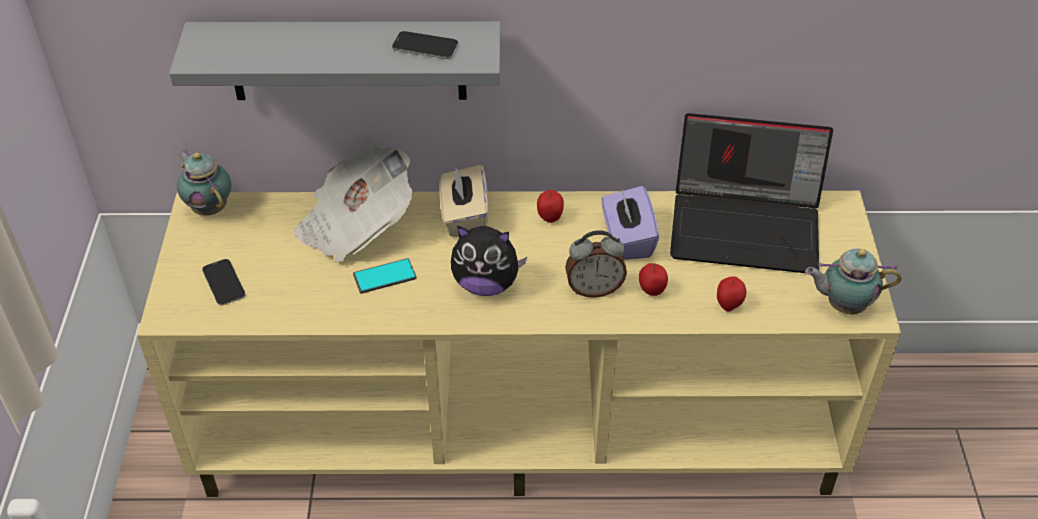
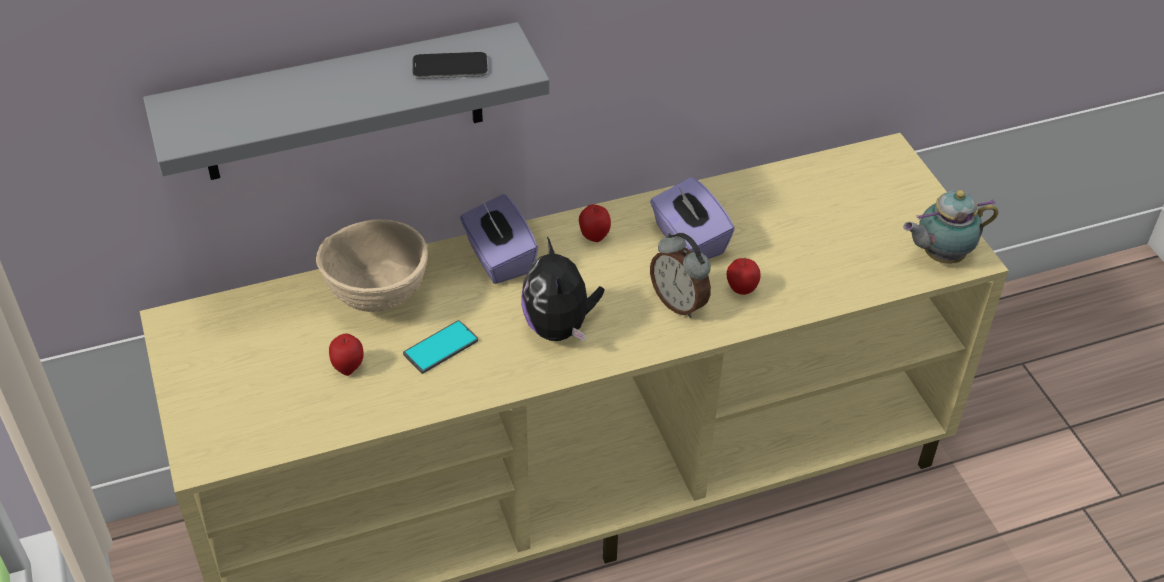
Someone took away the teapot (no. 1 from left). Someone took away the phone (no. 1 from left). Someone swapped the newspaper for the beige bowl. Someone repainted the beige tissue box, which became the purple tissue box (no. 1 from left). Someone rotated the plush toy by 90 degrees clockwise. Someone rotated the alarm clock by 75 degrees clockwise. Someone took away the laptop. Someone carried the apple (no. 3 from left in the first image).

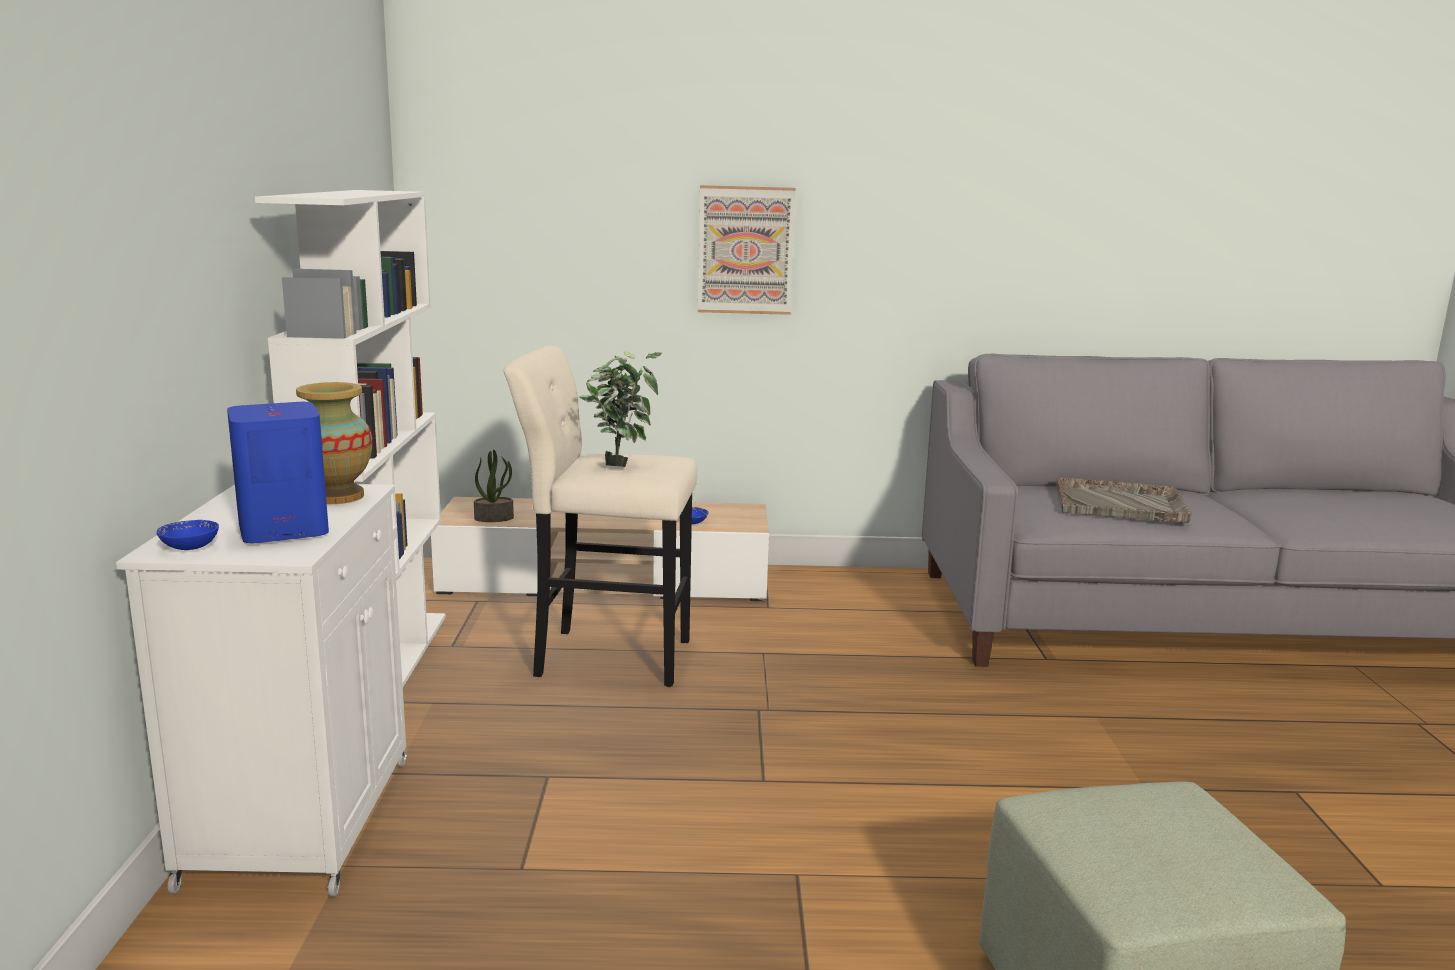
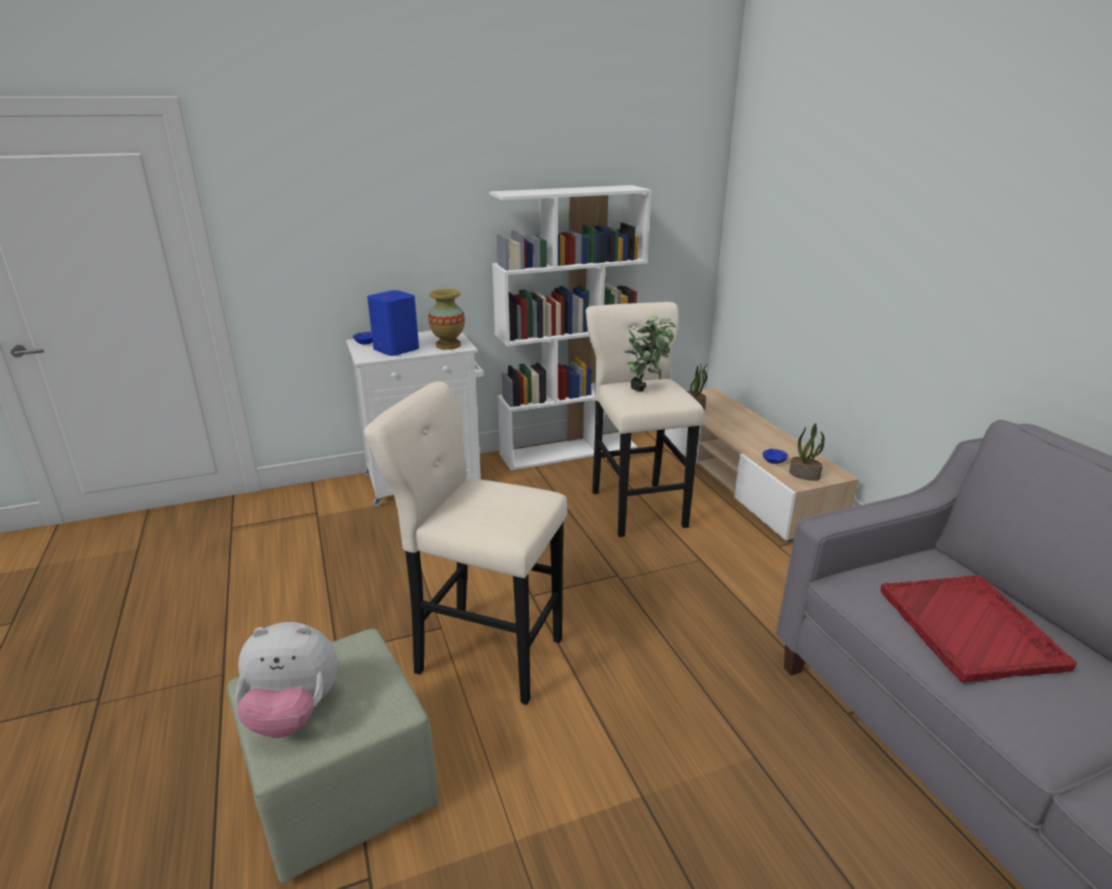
Someone took away the picture. Someone repainted the grey tray, which became the red tray. Someone put down the plush toy. Someone put down the beige stool (no. 1 from left). Someone put down the potted plant (no. 3 from left).

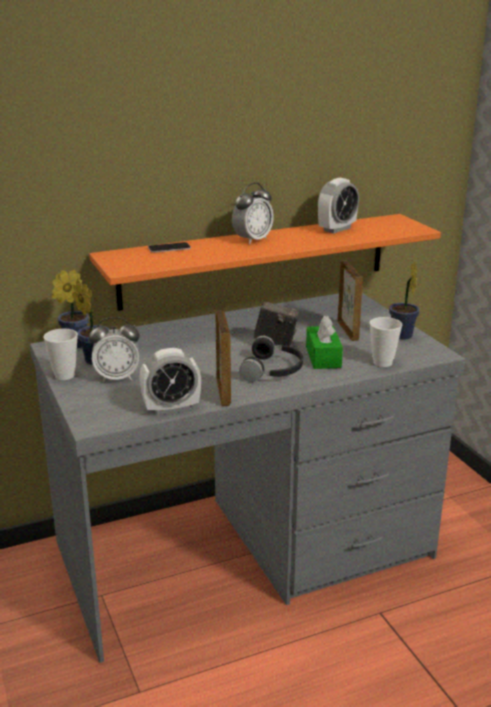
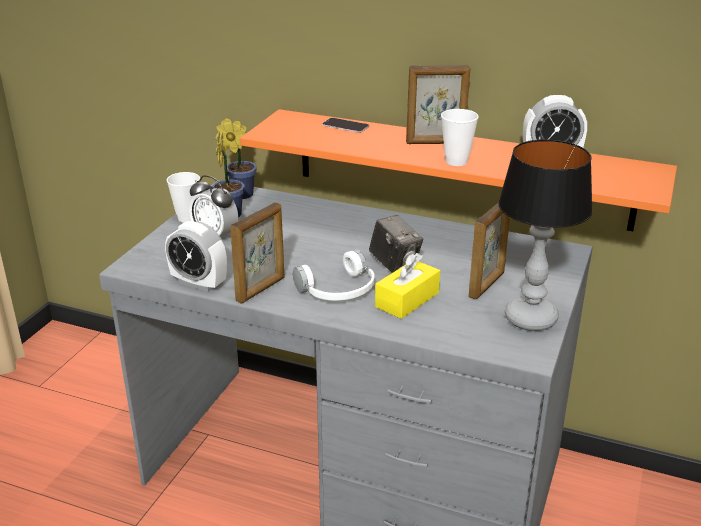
Someone swapped the alarm clock (no. 3 from left) for the picture frame (no. 2 from left). Someone repainted the black headphones, which became the white headphones. Someone repainted the green tissue box, which became the yellow tissue box. Someone carried the cup (no. 2 from left). Someone swapped the potted plant (no. 3 from left) for the table lamp.

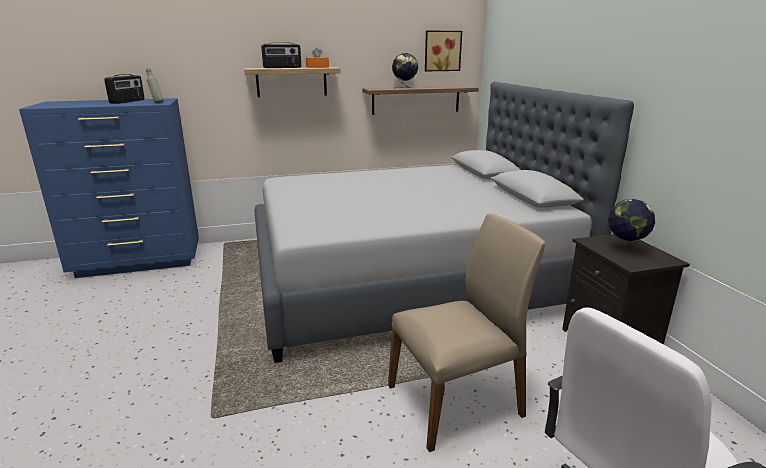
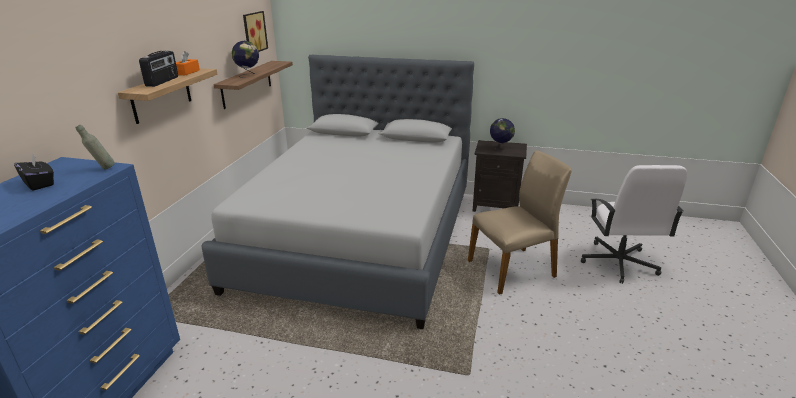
Someone swapped the radio (no. 1 from left) for the black tissue box. Someone rotated the beige chair by 60 degrees clockwise.

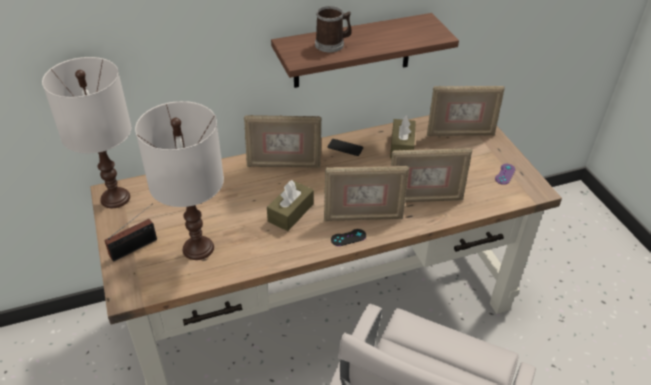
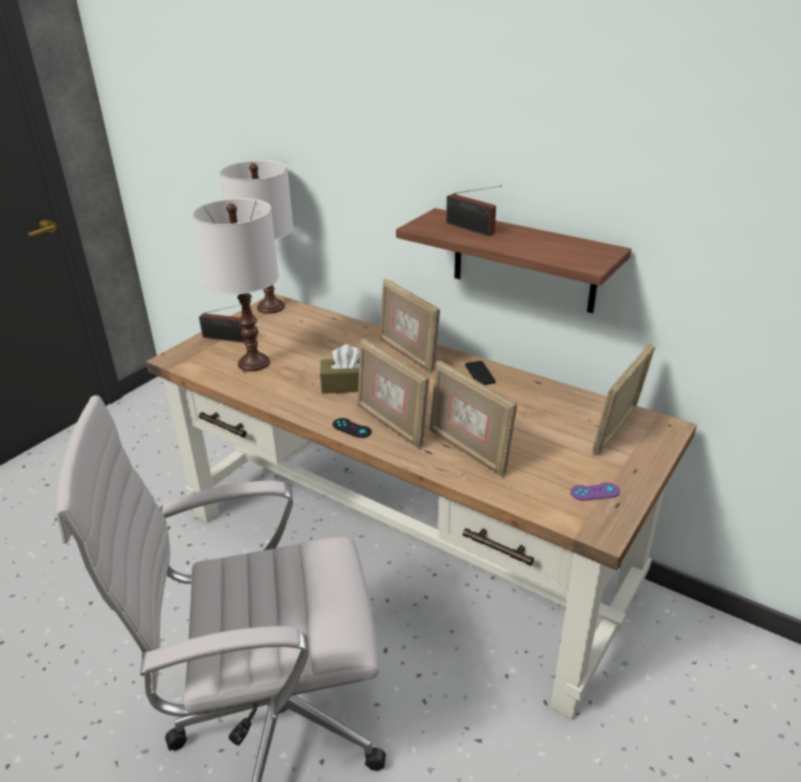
Someone swapped the mug for the radio (no. 2 from left). Someone took away the brown tissue box (no. 2 from left). Someone rotated the picture frame (no. 4 from left) by 75 degrees clockwise.

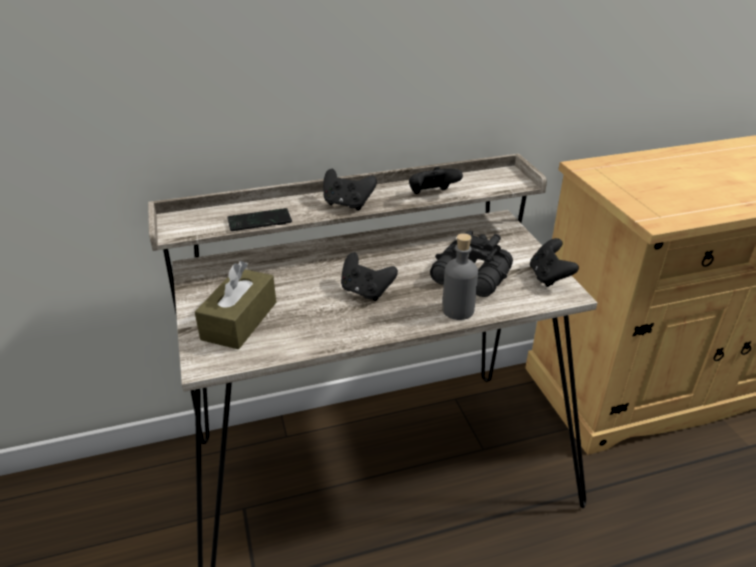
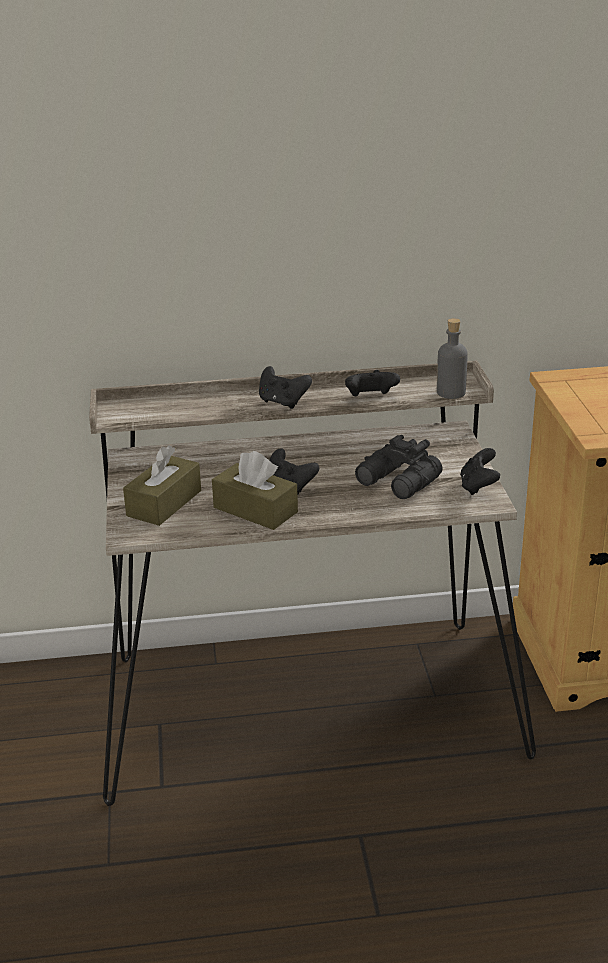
Someone took away the phone. Someone carried the grey bottle. Someone put down the brown tissue box (no. 2 from left).

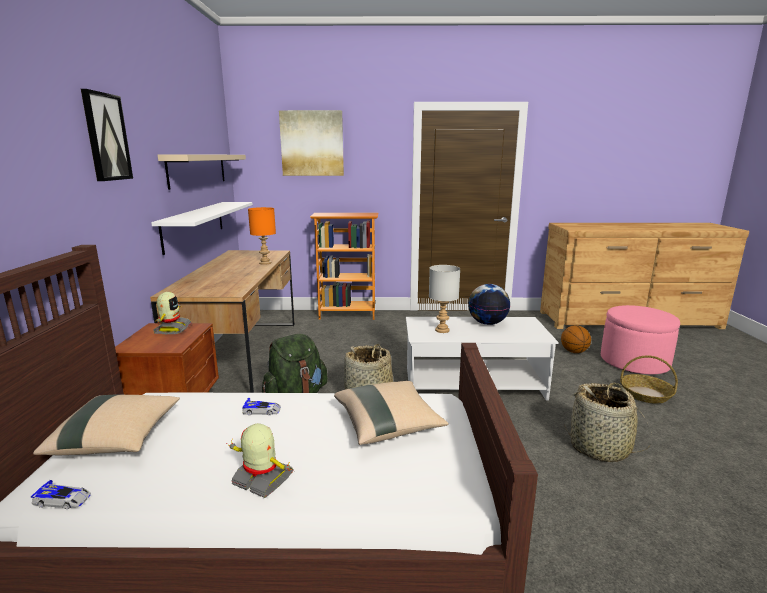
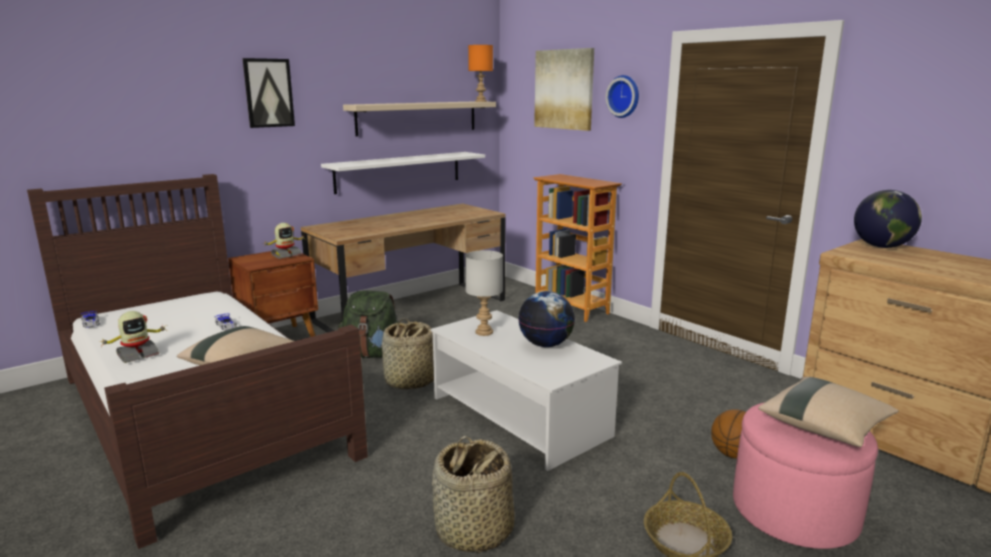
Someone carried the beige pillow (no. 1 from left in the first image). Someone rotated the toy robot (no. 2 from left in the first image) by 60 degrees clockwise. Someone carried the orange table lamp. Someone put up the wall clock. Someone put down the globe (no. 2 from left).

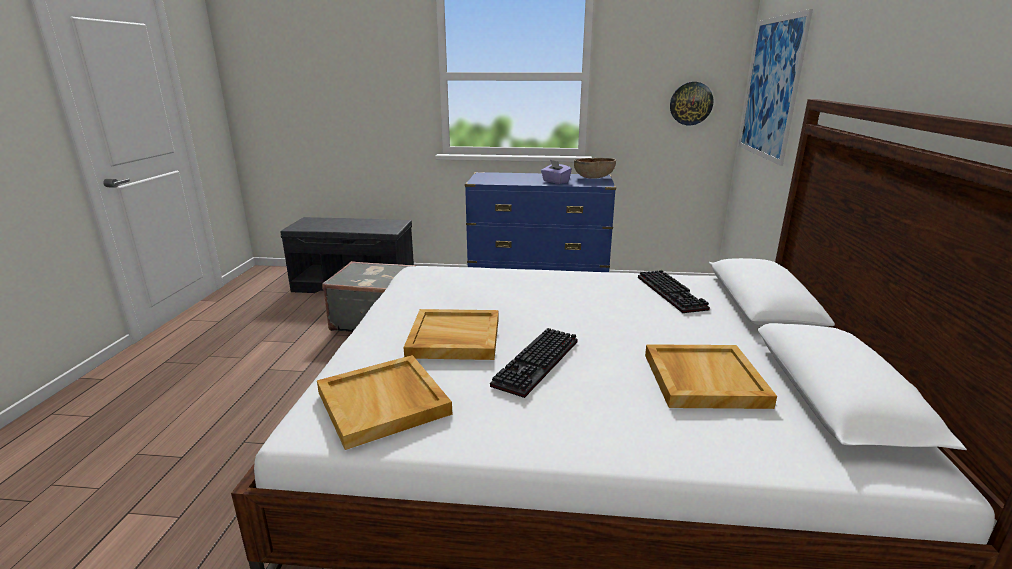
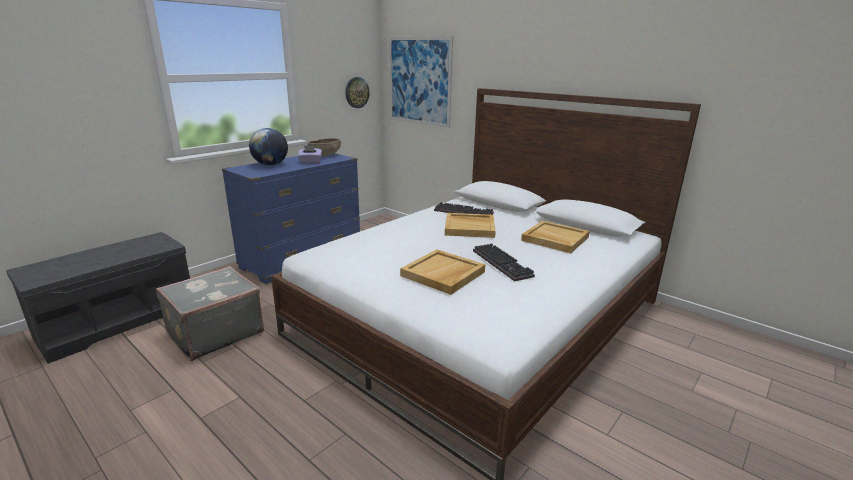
Someone carried the beige tray (no. 1 from left in the first image). Someone put down the globe.

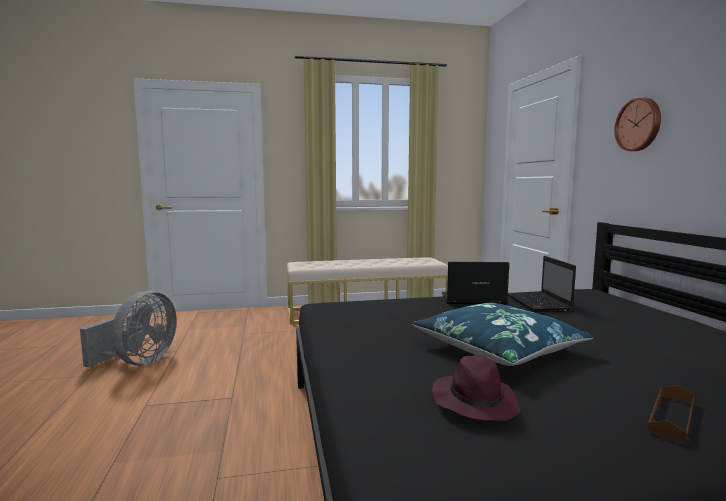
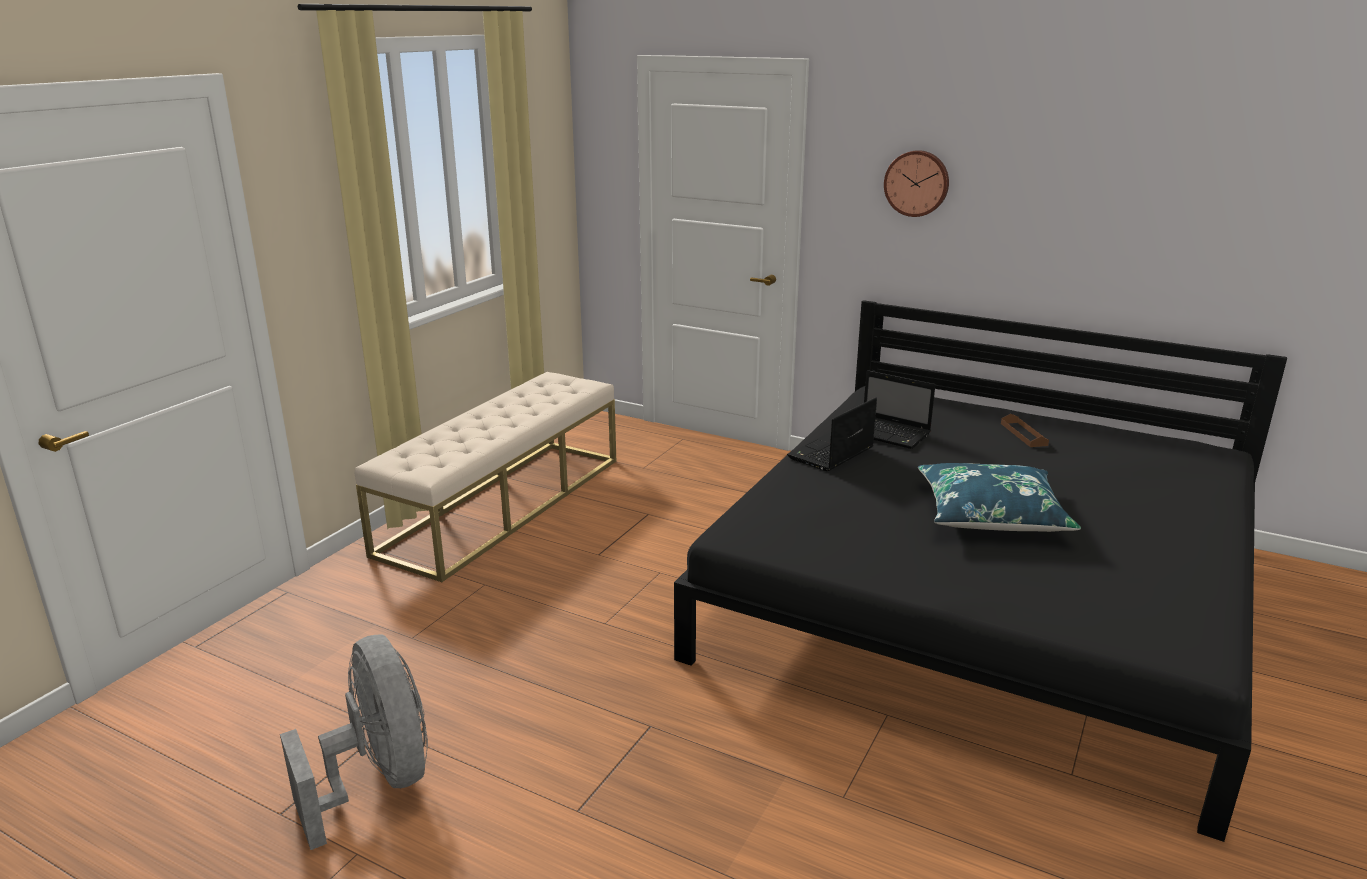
Someone took away the purple hat. Someone carried the brown tray.

